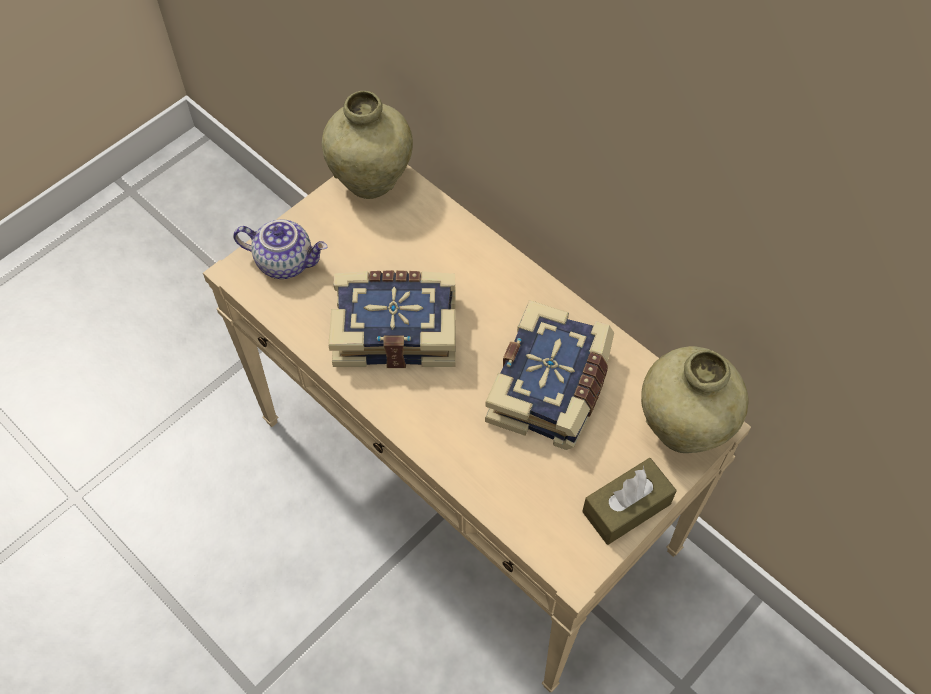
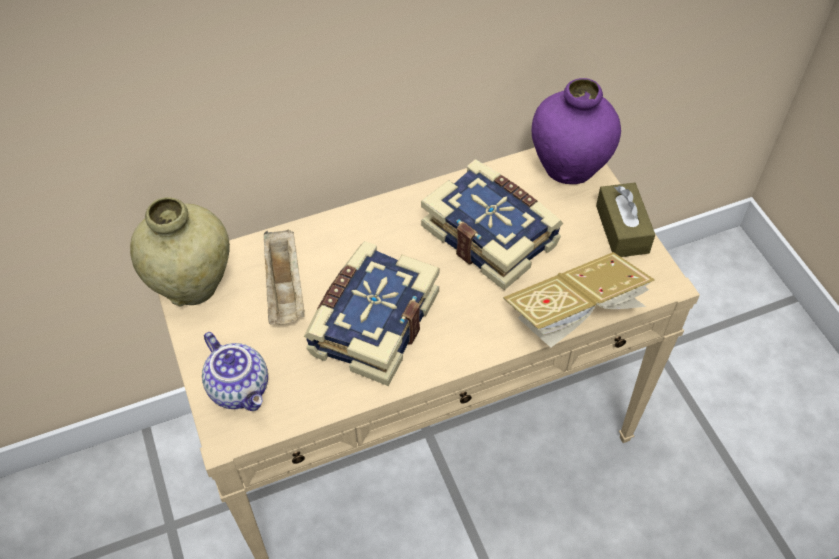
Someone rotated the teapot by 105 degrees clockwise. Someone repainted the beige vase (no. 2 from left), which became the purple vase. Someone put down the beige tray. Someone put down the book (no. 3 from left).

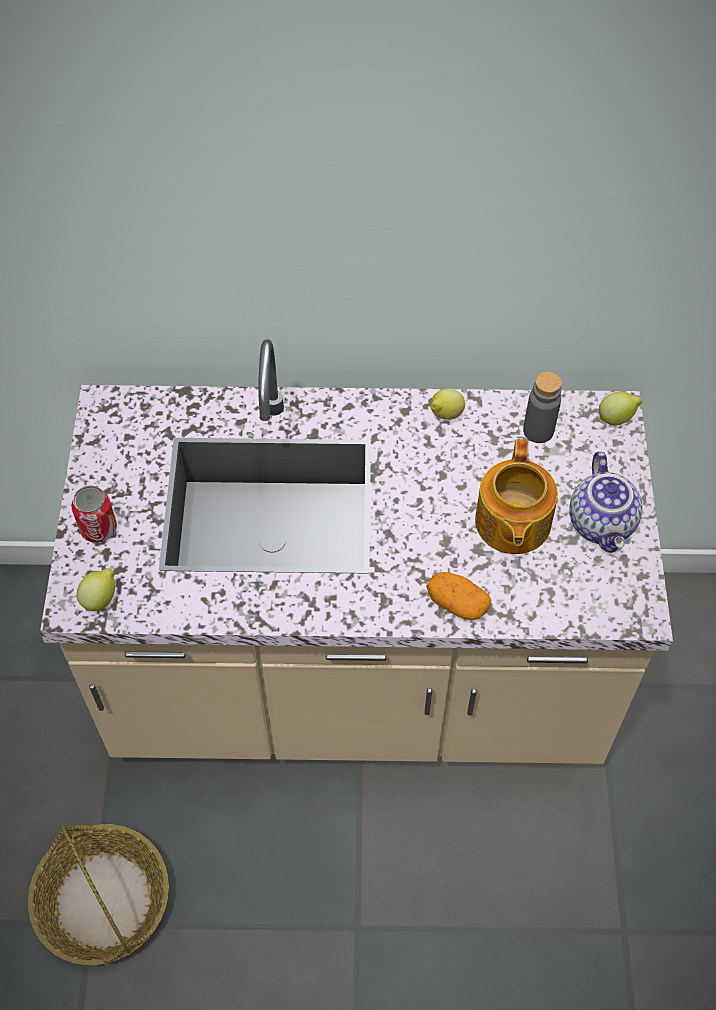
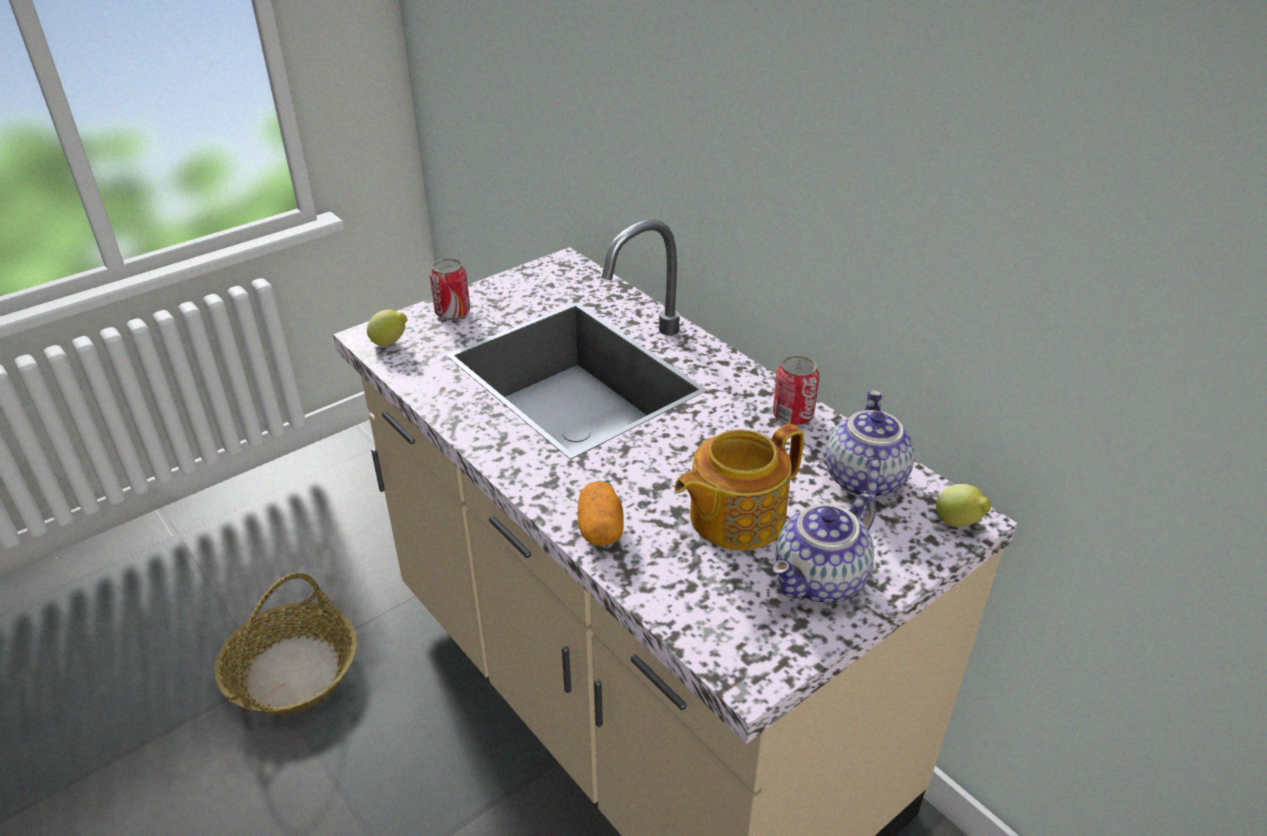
Someone swapped the lemon (no. 2 from left) for the can (no. 2 from left). Someone swapped the grey bottle for the teapot (no. 3 from left).

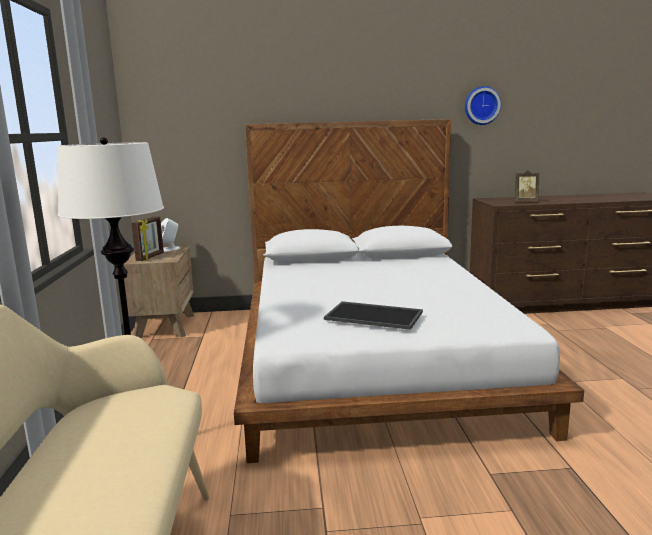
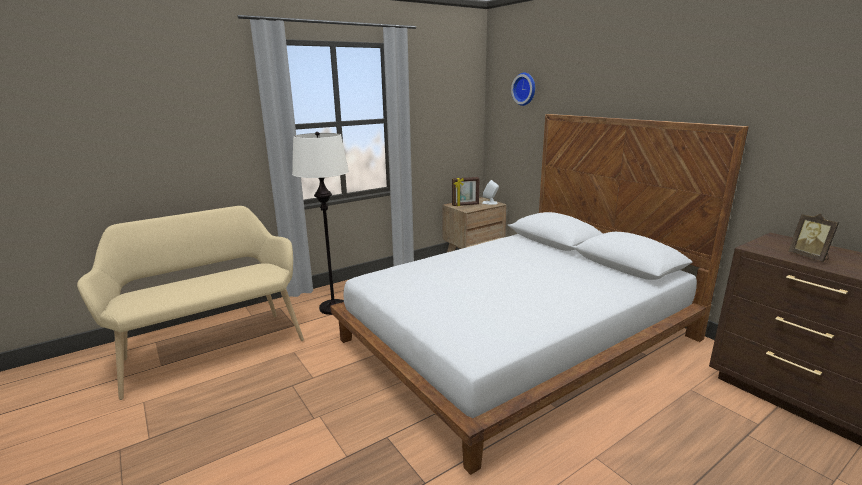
Someone took away the tray. Someone carried the wall clock.

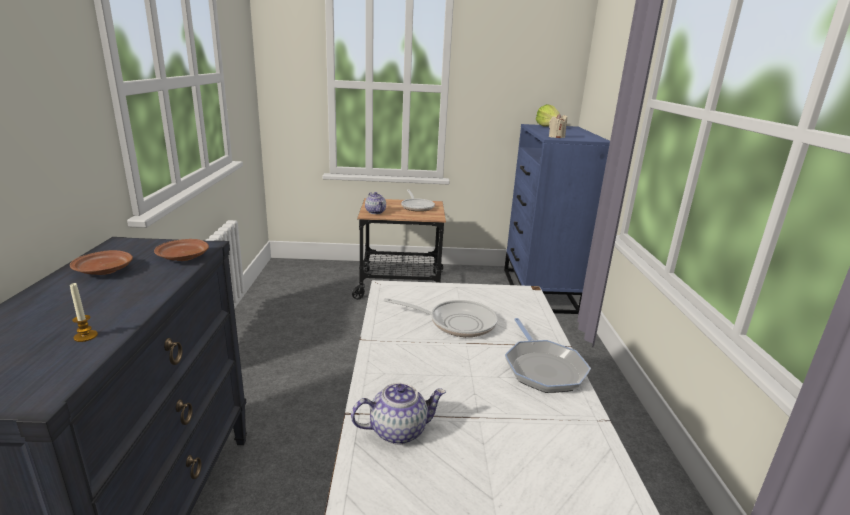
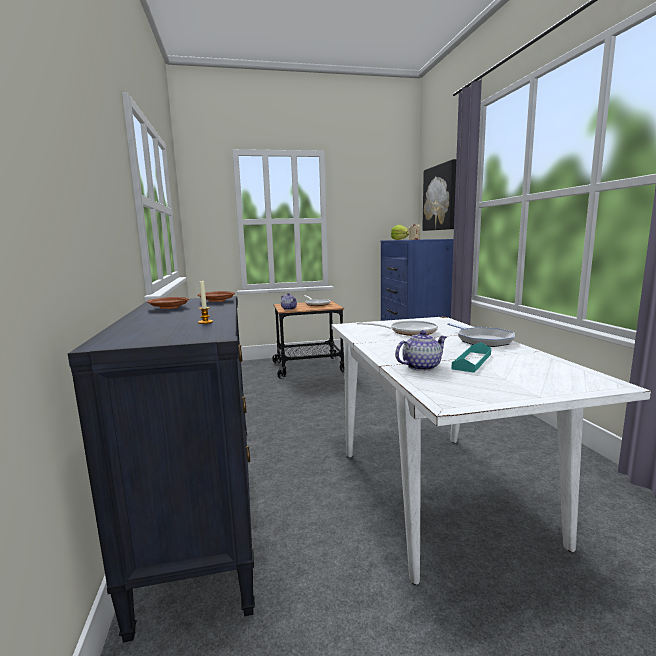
Someone put up the picture. Someone put down the turquoise tray.

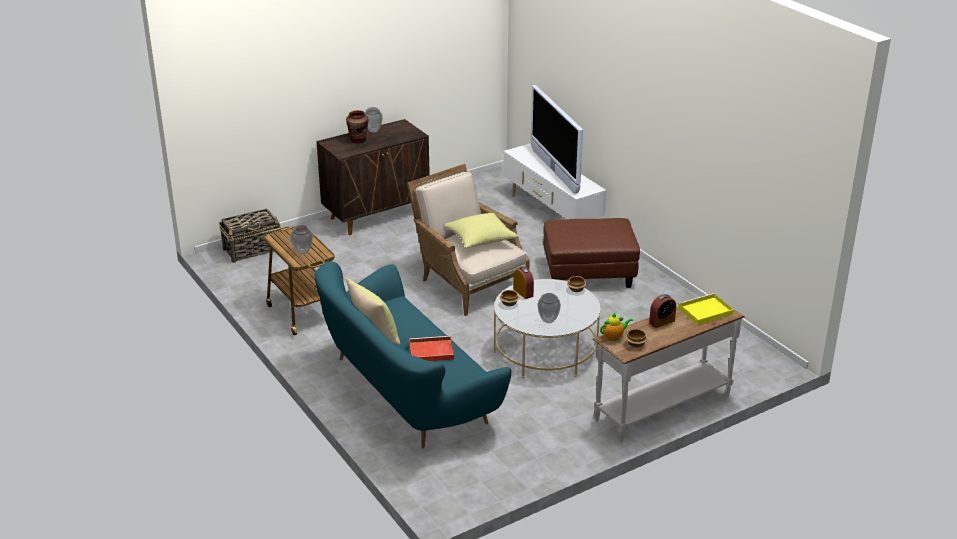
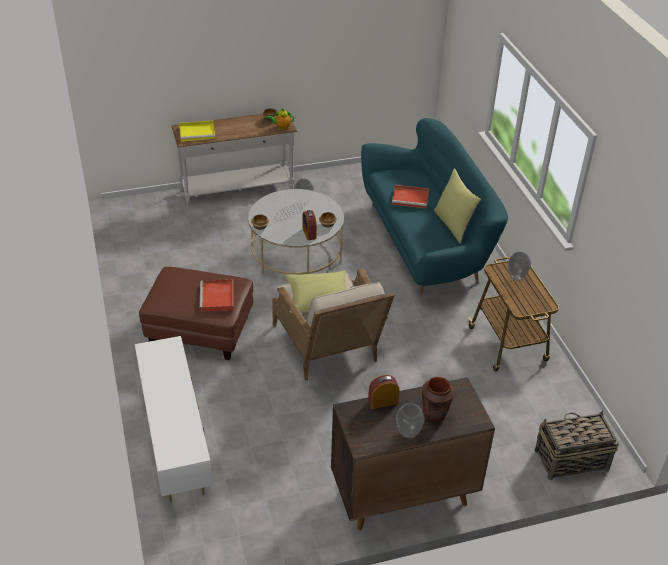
Someone took away the television. Someone carried the alarm clock (no. 2 from left). Someone put down the red tray (no. 1 from left).

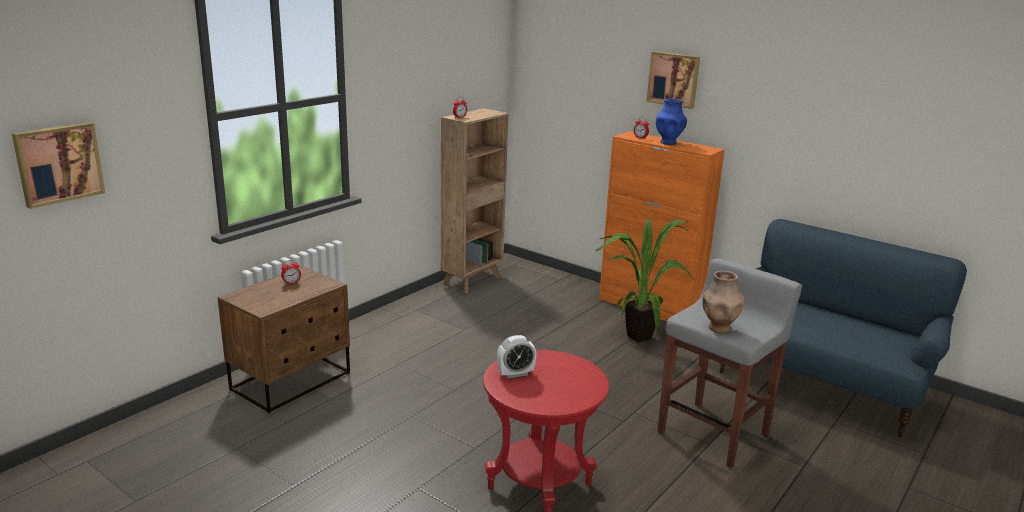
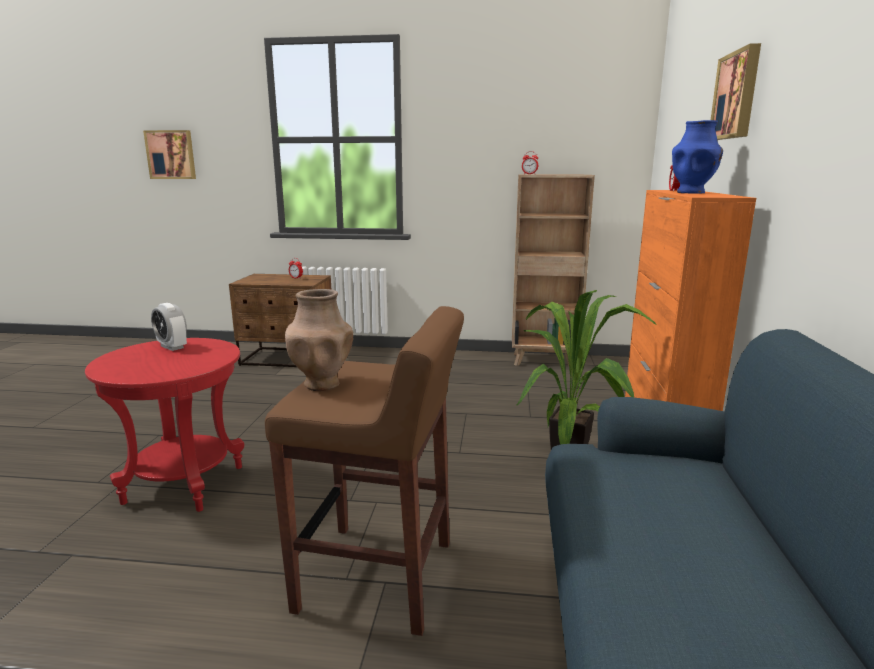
Someone repainted the grey stool, which became the brown stool.

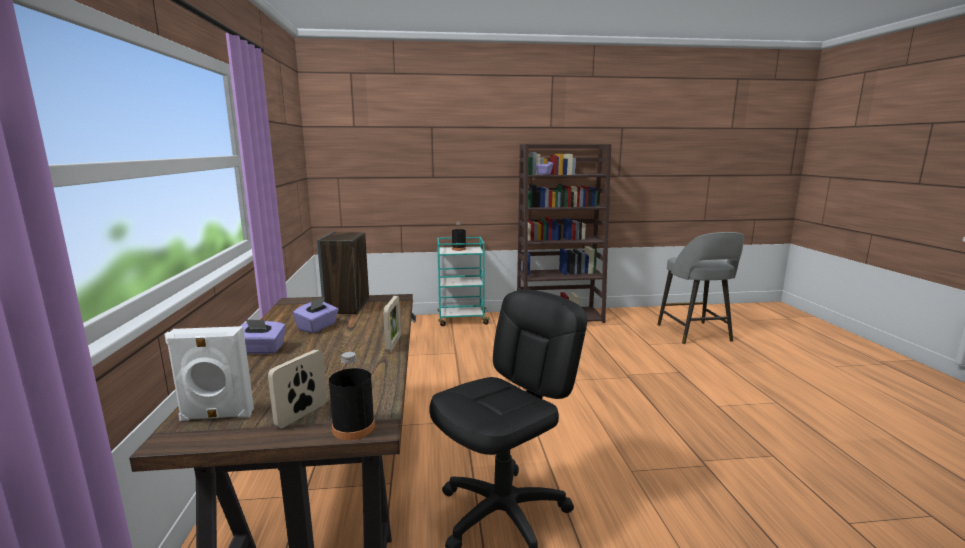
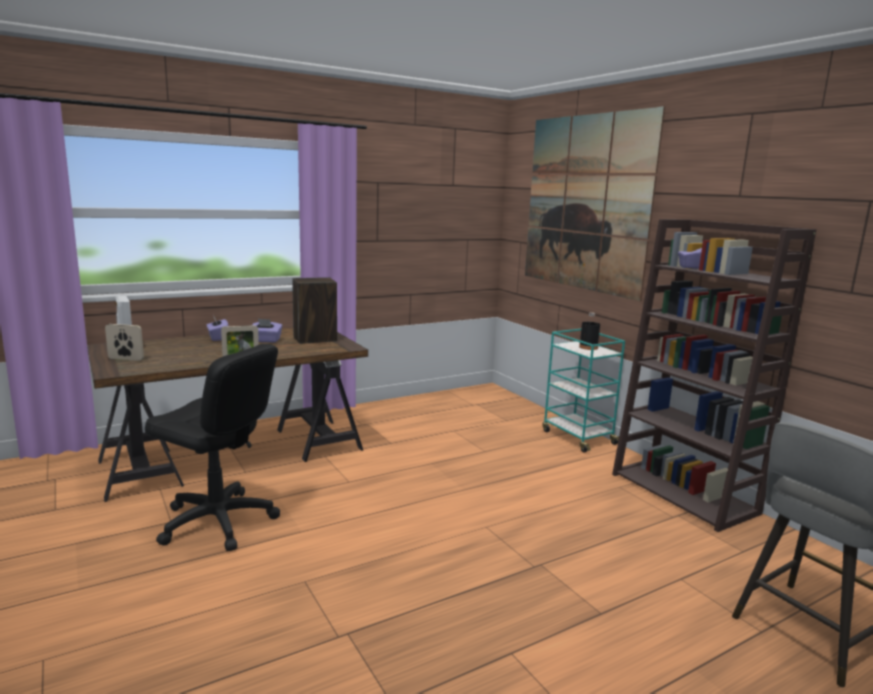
Someone took away the black bottle (no. 1 from left). Someone put up the picture.

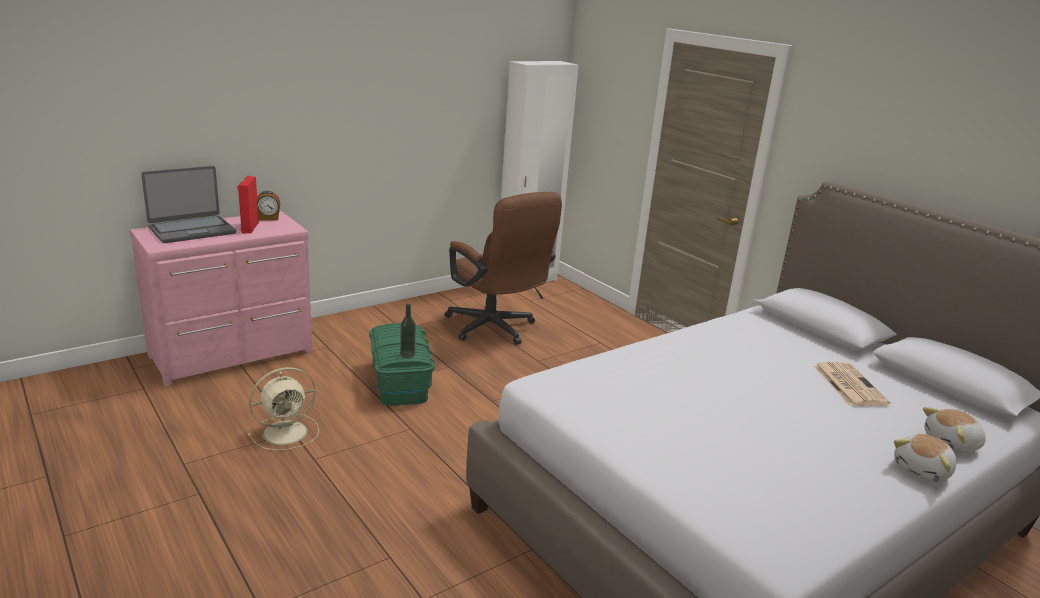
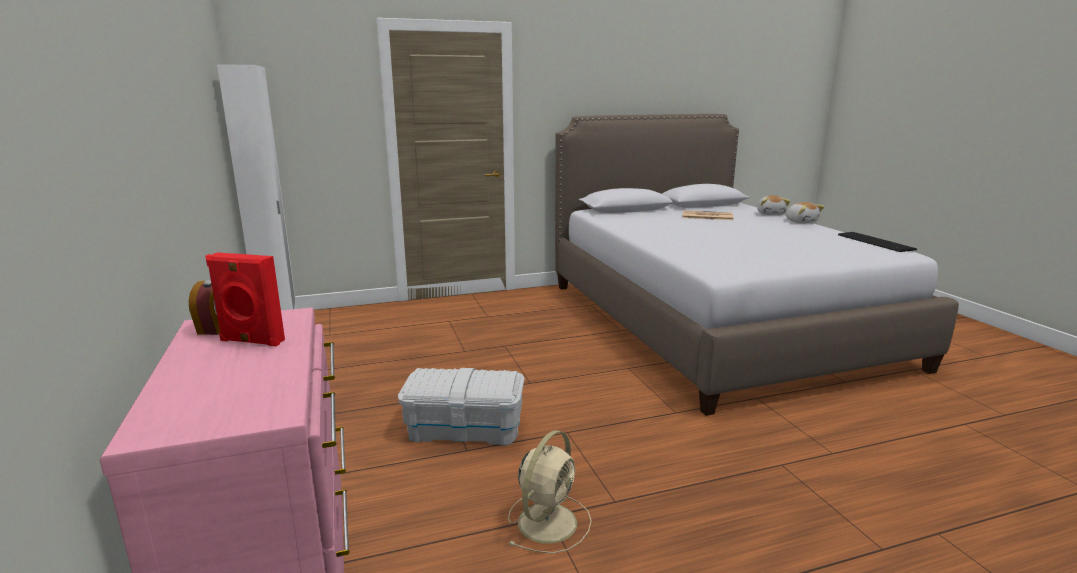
Someone took away the laptop. Someone rotated the beige fan by 45 degrees clockwise. Someone repainted the green storage box, which became the white storage box. Someone took away the bottle. Someone took away the brown office chair. Someone put down the keyboard.

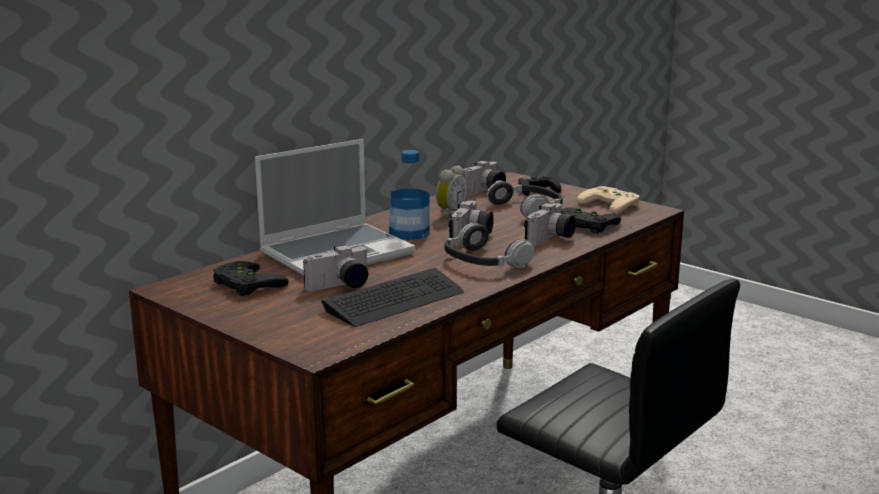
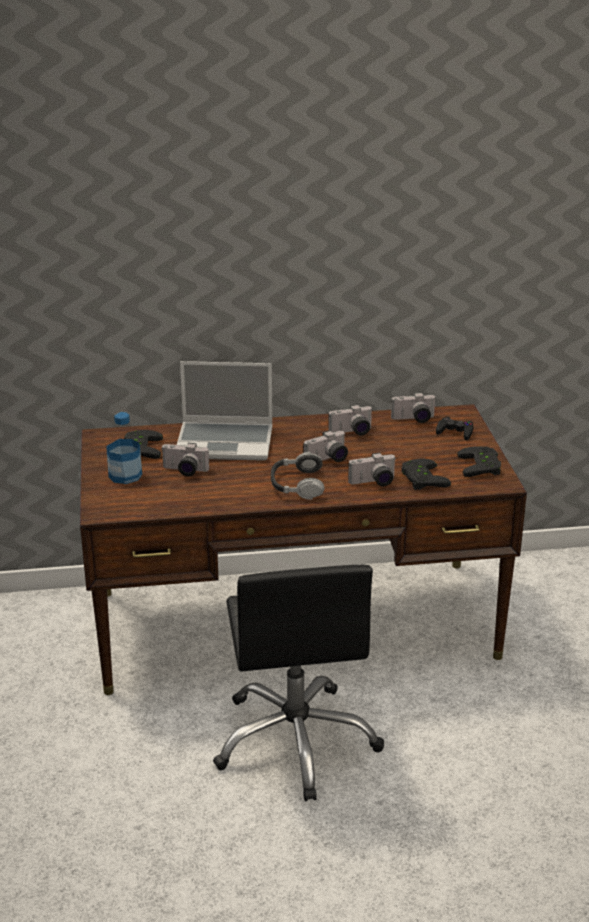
Someone took away the keyboard. Someone carried the bottle. Someone swapped the alarm clock for the photo camera (no. 3 from left). Someone took away the headphones (no. 2 from left). Someone repainted the beige game controller, which became the black game controller (no. 4 from left).

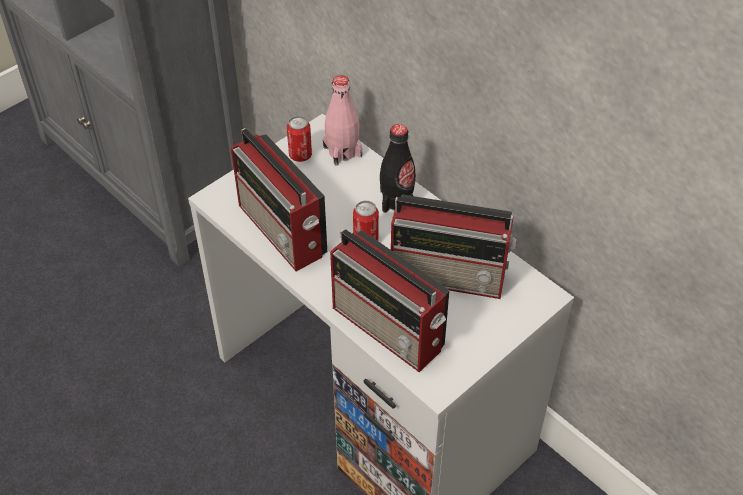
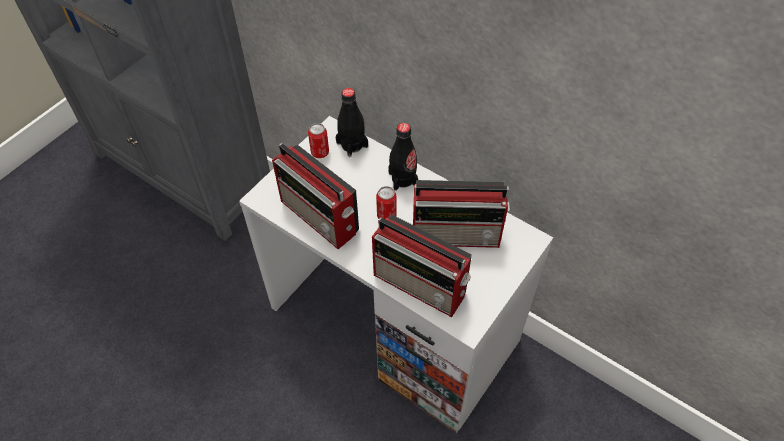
Someone repainted the pink bottle, which became the black bottle (no. 1 from left).

